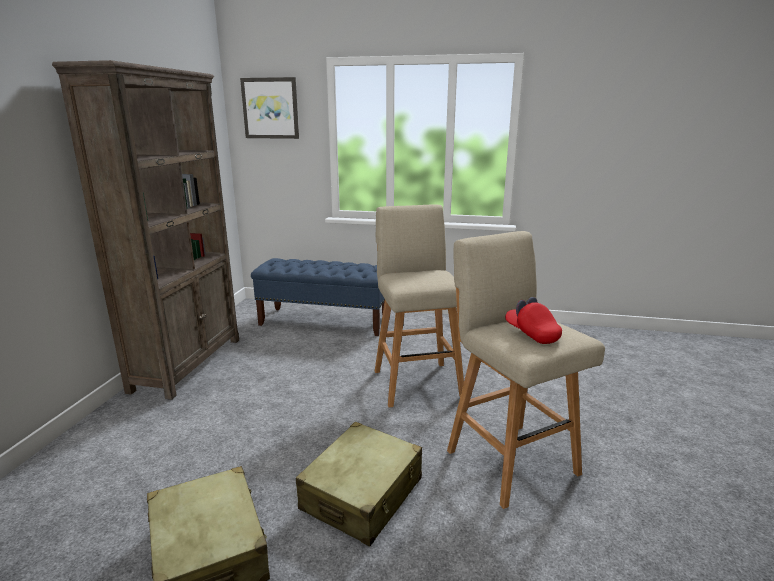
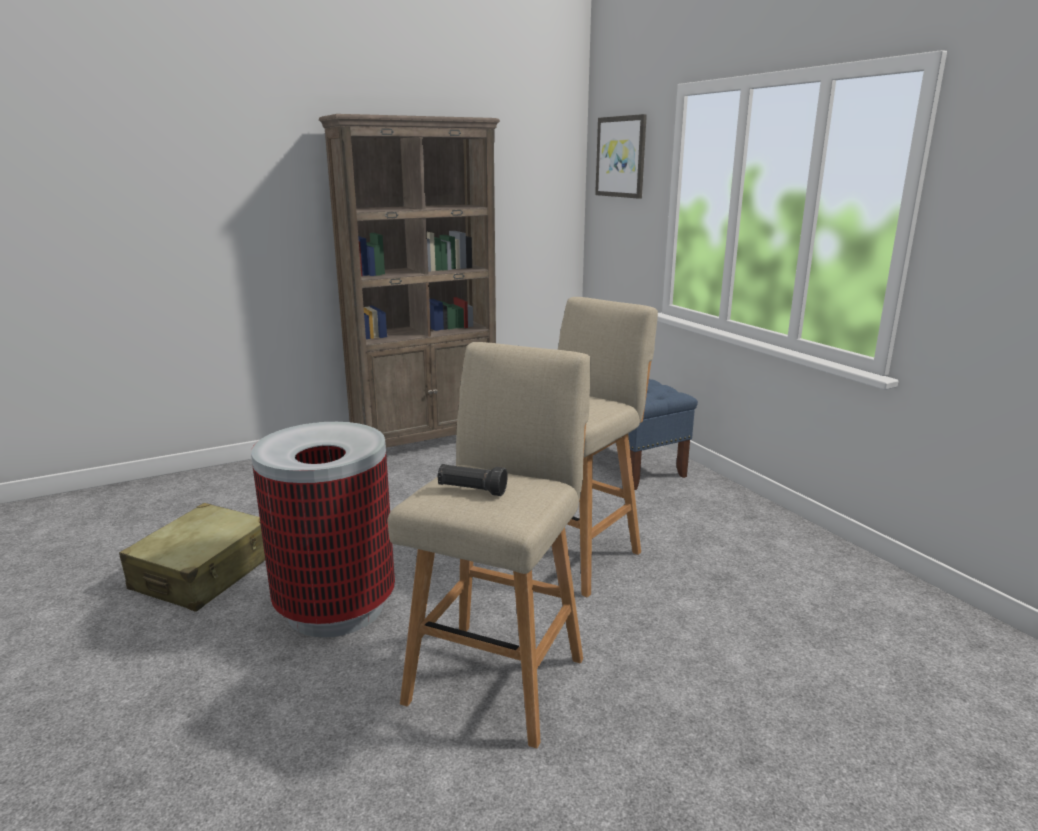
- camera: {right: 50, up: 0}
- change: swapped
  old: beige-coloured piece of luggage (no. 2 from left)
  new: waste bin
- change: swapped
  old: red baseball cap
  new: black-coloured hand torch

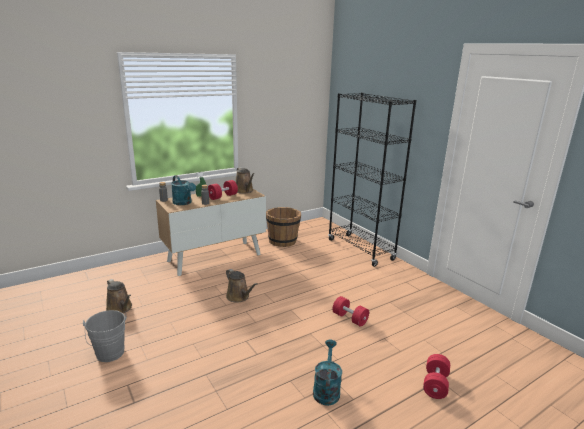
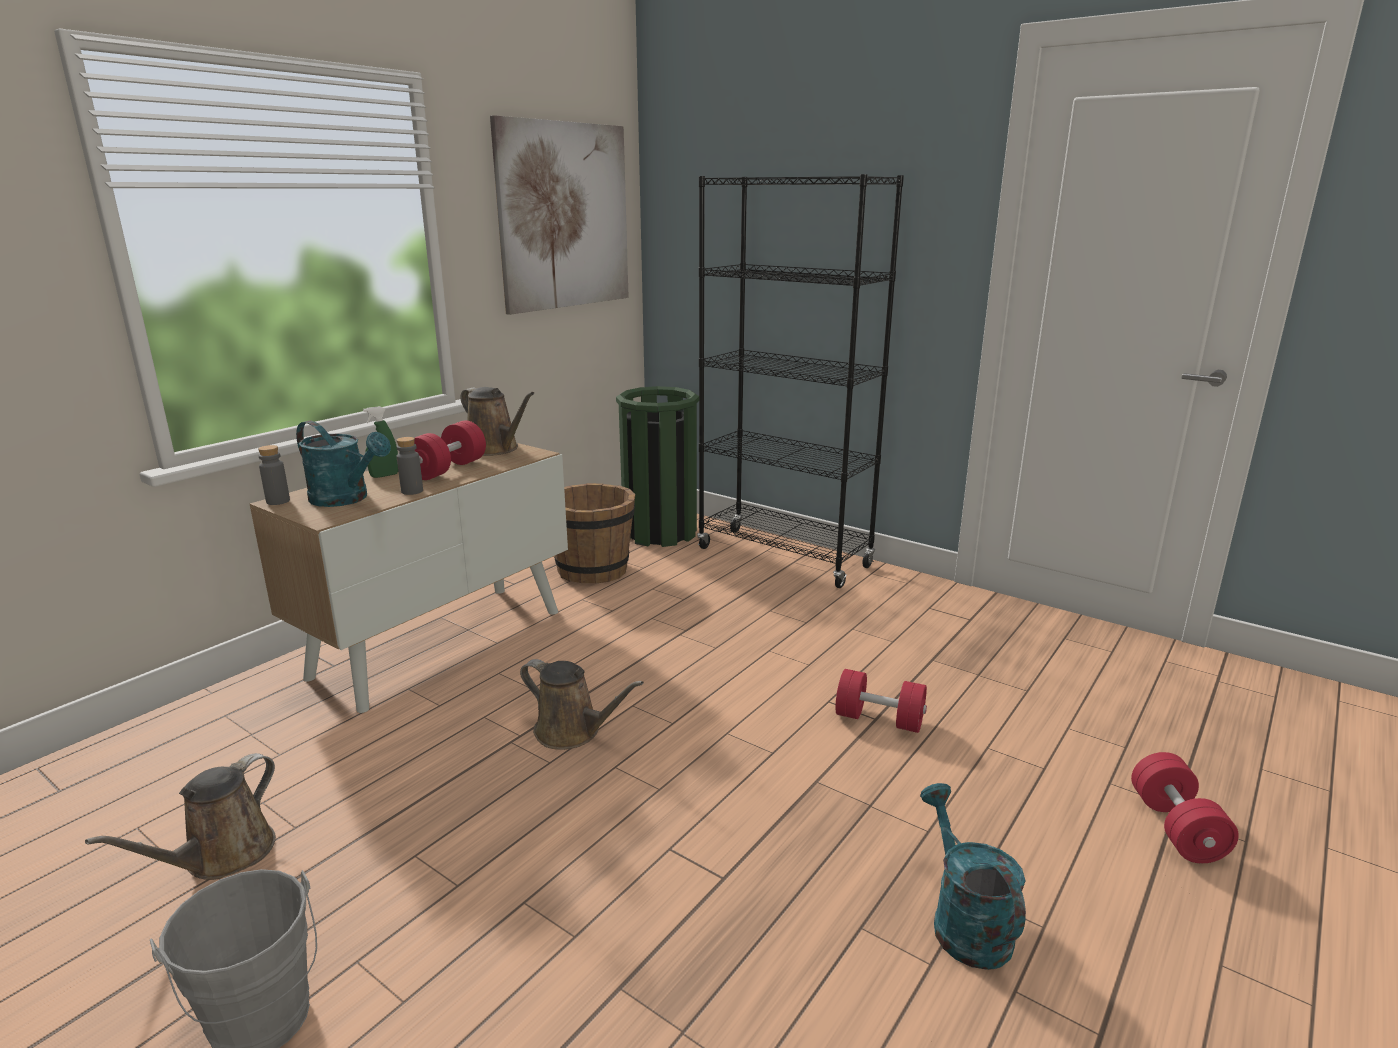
- camera: {right: -20, up: 0}
- change: rotated
  old: brown sprinkling can (no. 1 from left)
  degrees: 90
- change: new
  new: wall picture
- change: new
  new: green-coloured waste bin

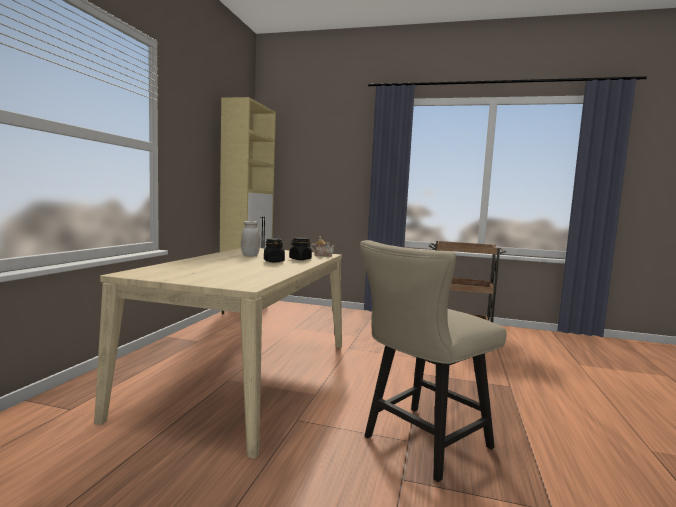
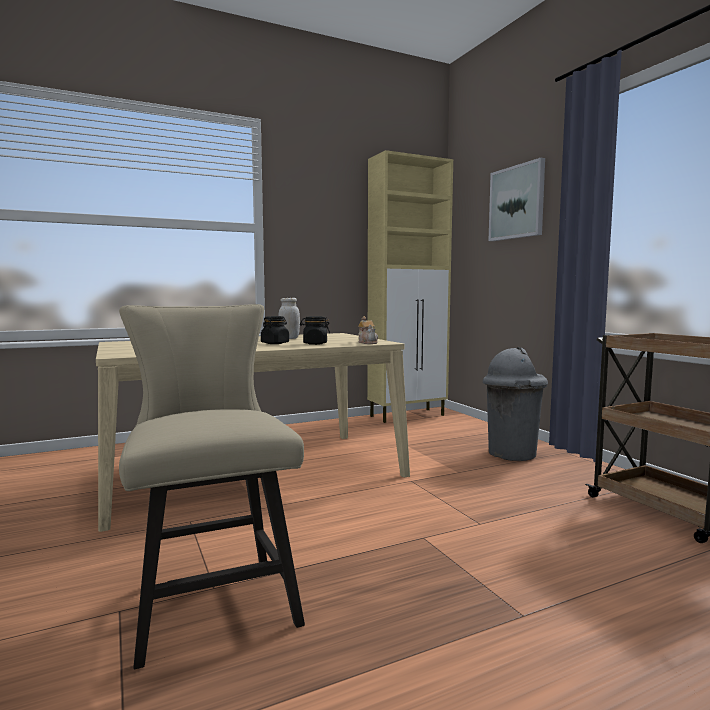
- camera: {right: 50, up: 0}
- change: rotated
  old: beige-coloured upright chair
  degrees: 60
- change: new
  new: gray waste bin
- change: new
  new: wall picture

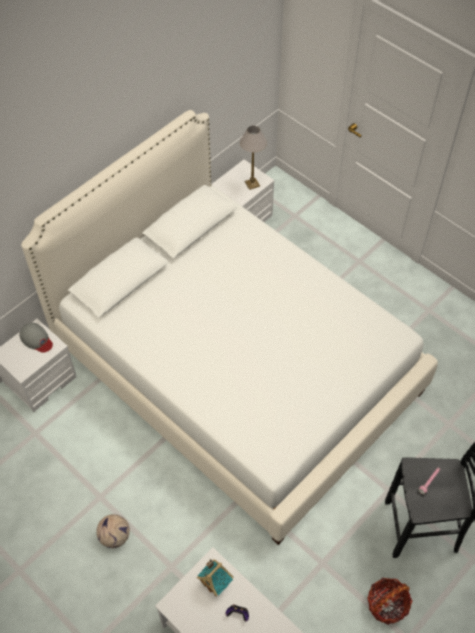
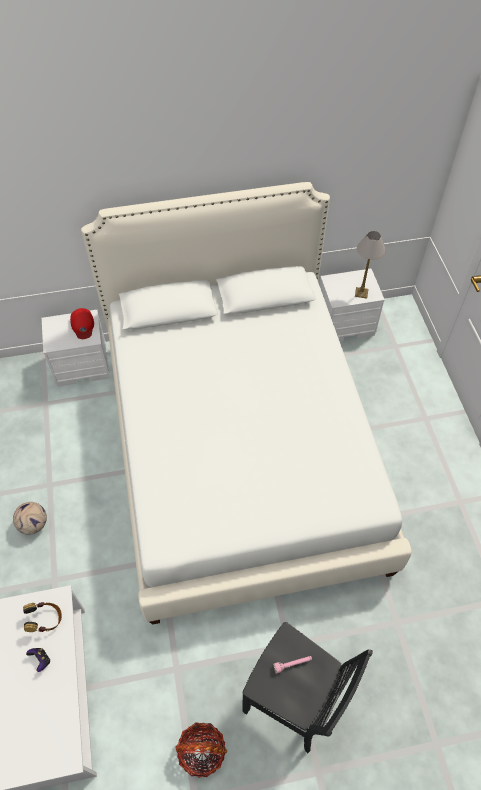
- camera: {right: 35, up: 0}
- change: swapped
  old: toy house
  new: headphones
- change: repainted
  old: gray baseball cap
  new: red baseball cap

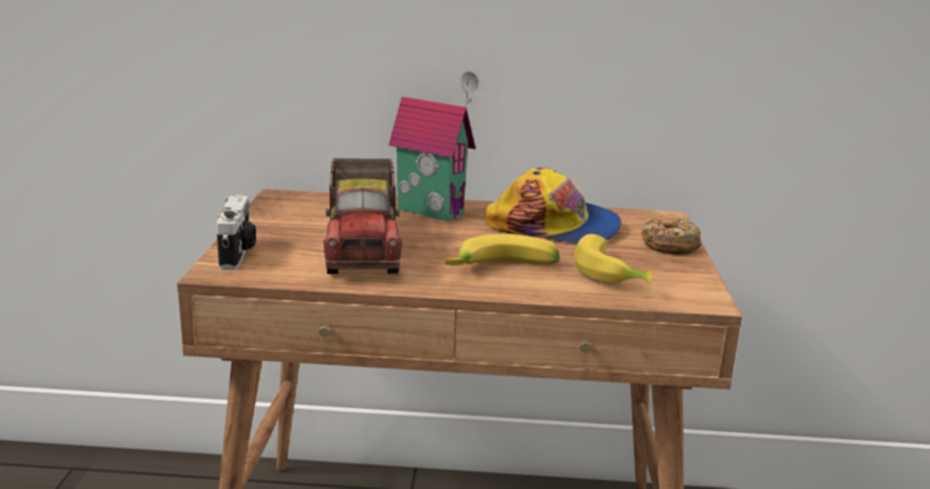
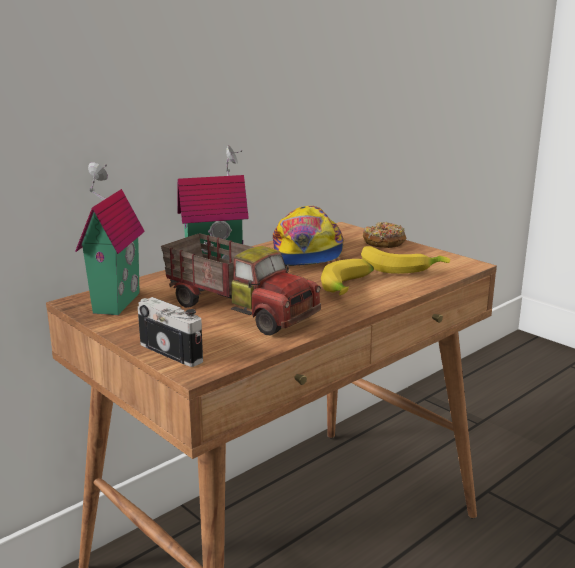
- camera: {right: -45, up: 0}
- change: new
  new: toy house (no. 1 from left)
- change: rotated
  old: baseball cap
  degrees: 120

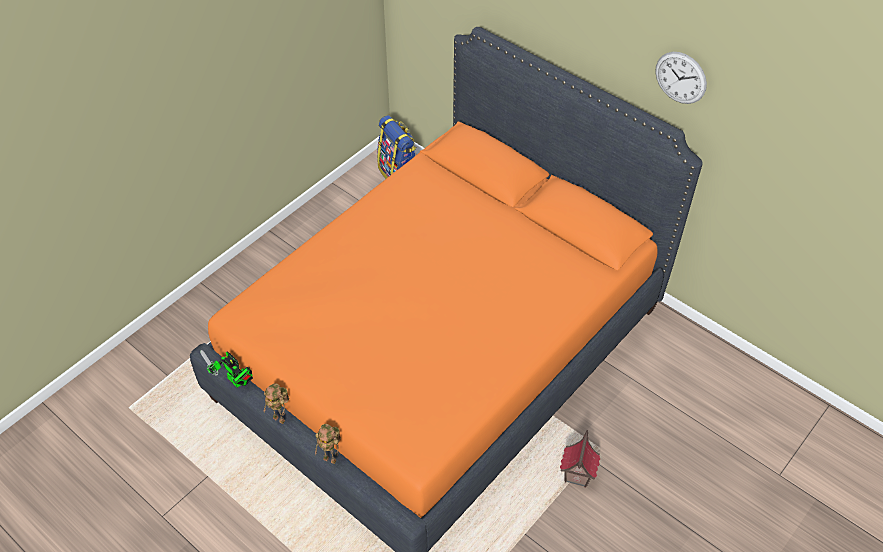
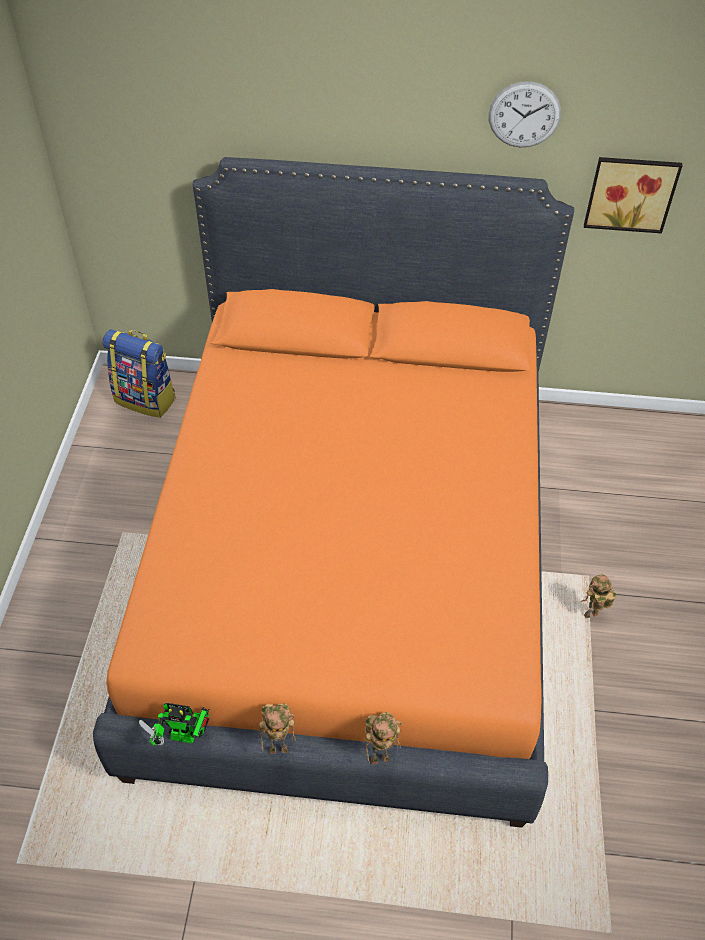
- camera: {right: -35, up: 0}
- change: swapped
  old: toy house
  new: model robot (no. 4 from left)
- change: new
  new: wall picture

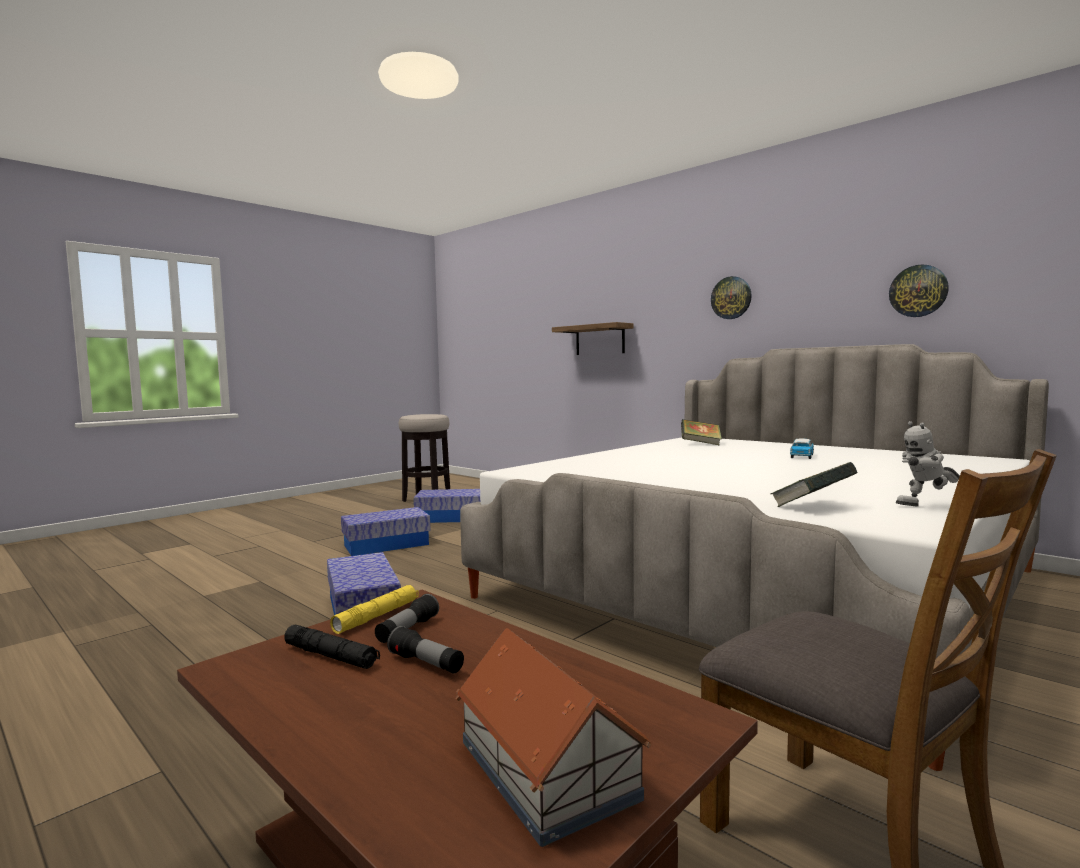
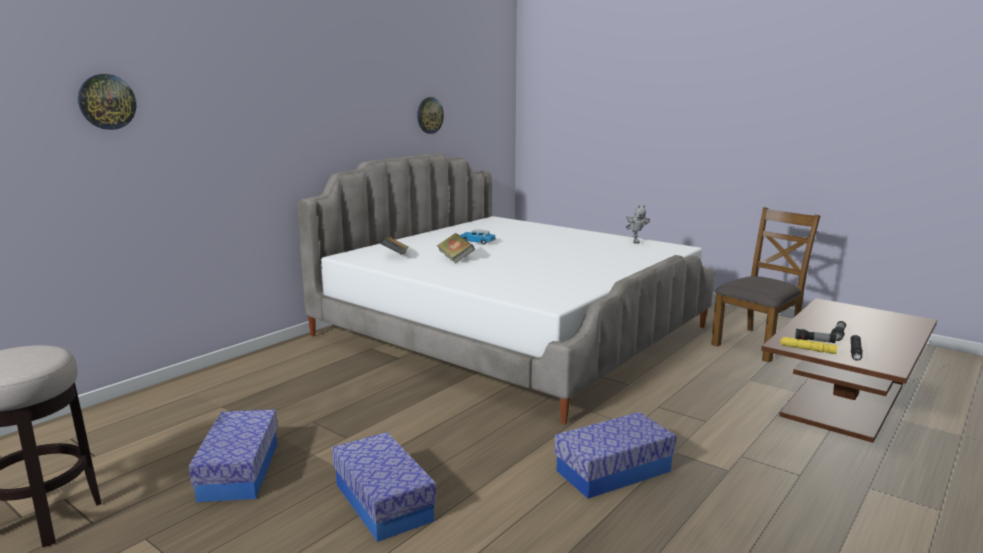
- camera: {right: -95, up: 10}
- change: shifted
  old: clock on the wall (no. 1 from left)
- change: shifted
  old: volume (no. 2 from left)
- change: gone
  old: toy house
- change: gone
  old: shelf

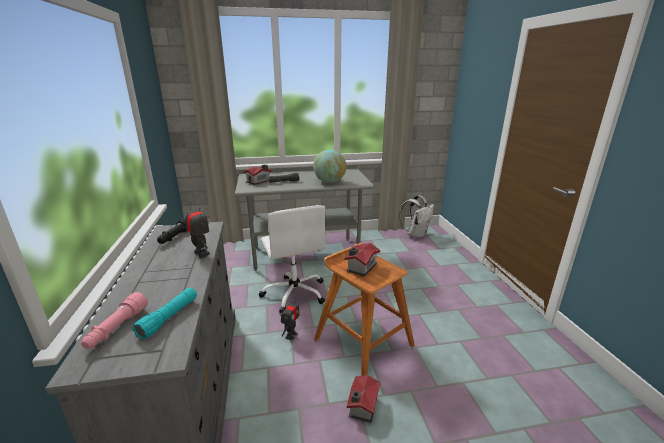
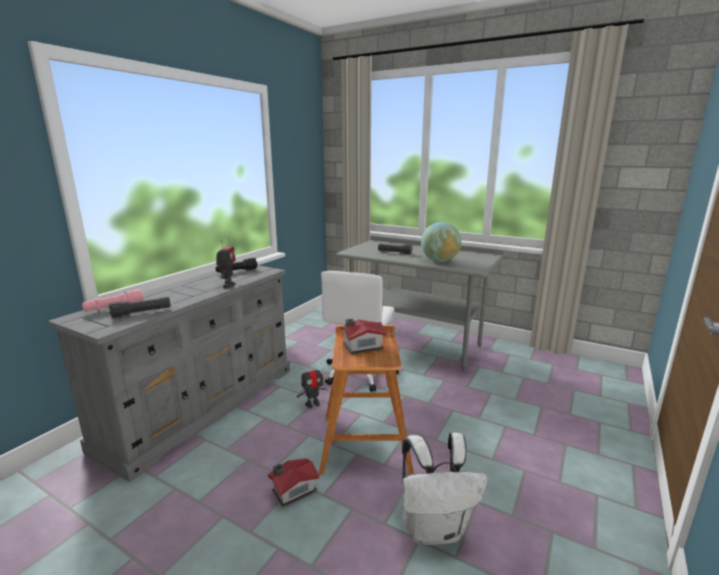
- camera: {right: 40, up: -5}
- change: repainted
  old: turquoise hand torch
  new: black-coloured hand torch (no. 1 from left)
- change: shifted
  old: white rucksack
- change: gone
  old: toy house (no. 1 from left)

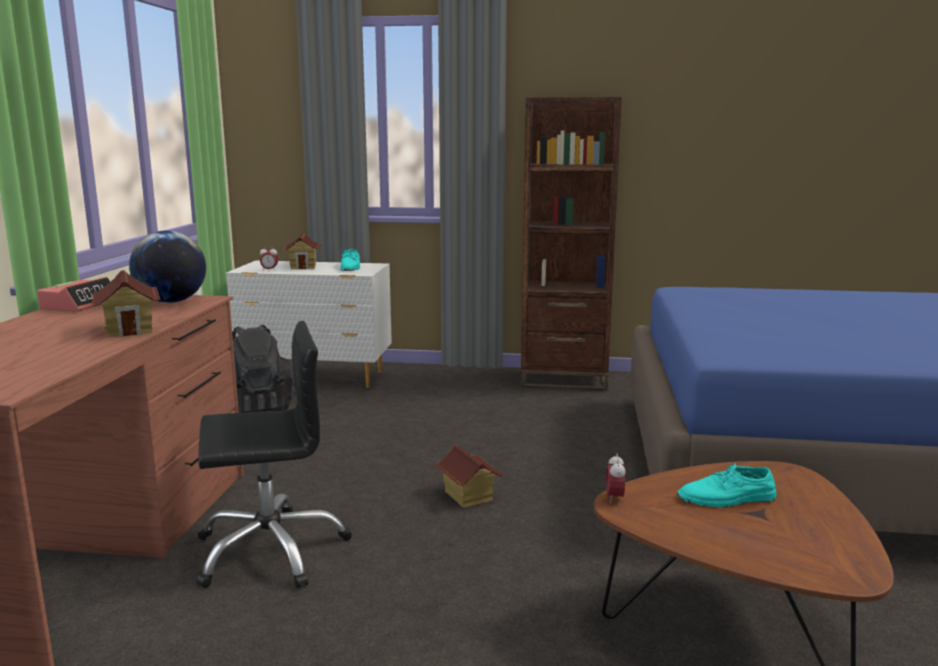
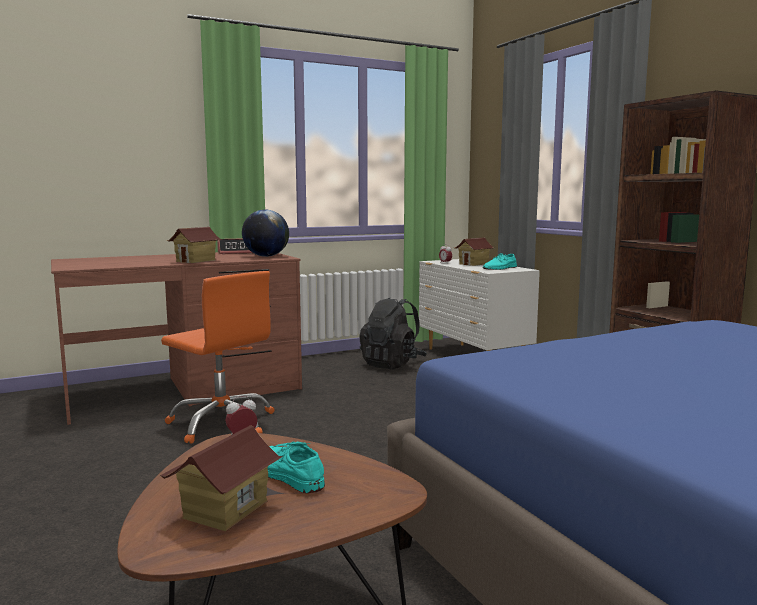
- camera: {right: 55, up: -5}
- change: shifted
  old: toy house (no. 3 from left in the first image)
  new: toy house (no. 2 from left)
- change: repainted
  old: black-coloured office chair
  new: orange-coloured office chair

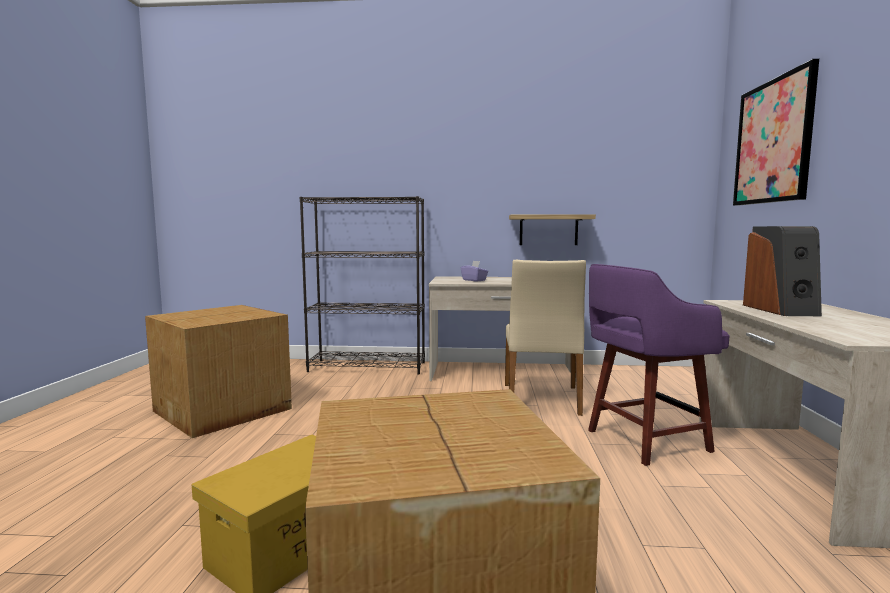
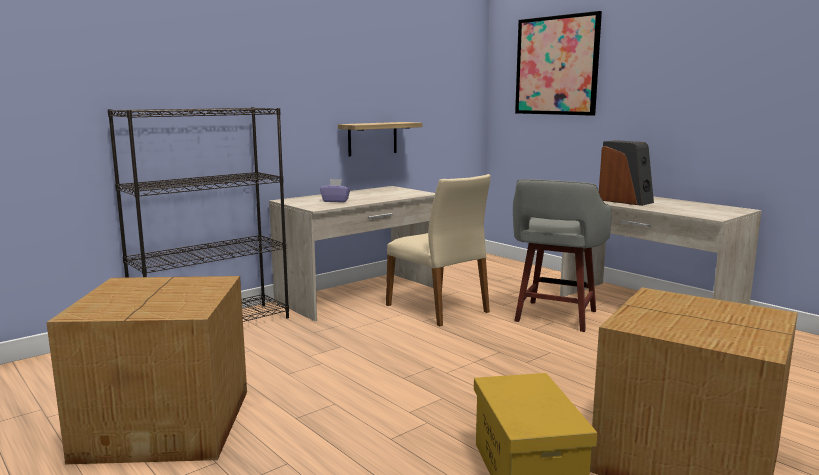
- camera: {right: -45, up: 5}
- change: repainted
  old: purple-coloured stool
  new: gray stool

